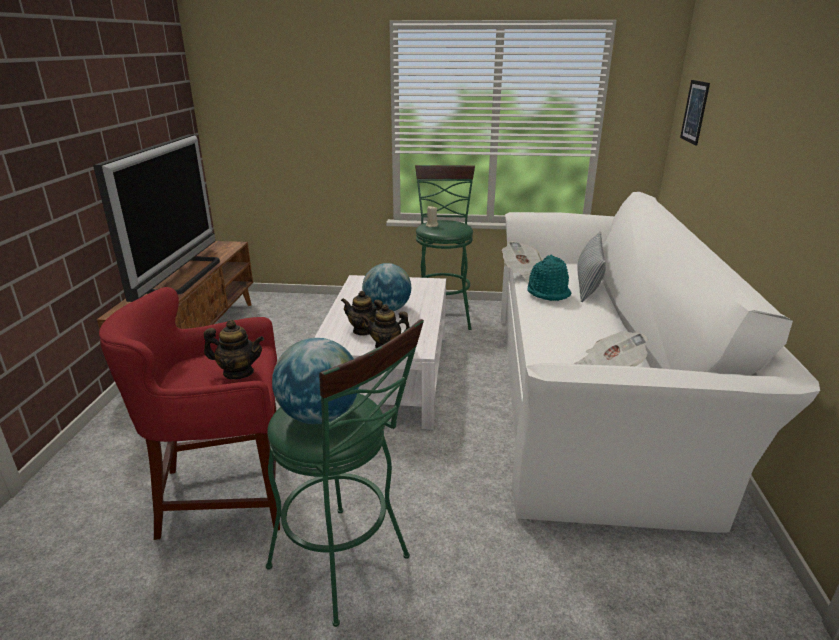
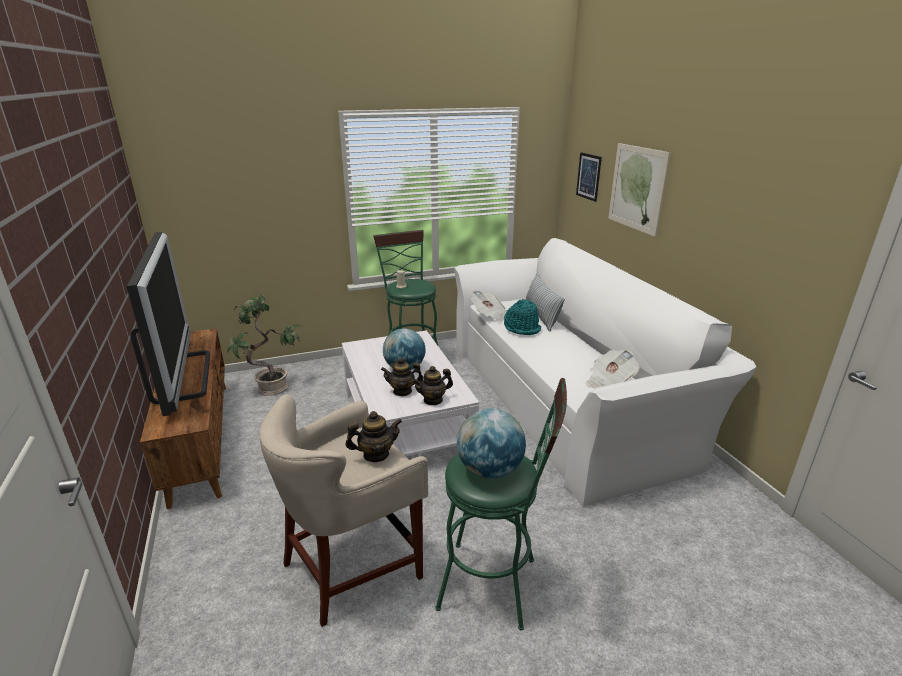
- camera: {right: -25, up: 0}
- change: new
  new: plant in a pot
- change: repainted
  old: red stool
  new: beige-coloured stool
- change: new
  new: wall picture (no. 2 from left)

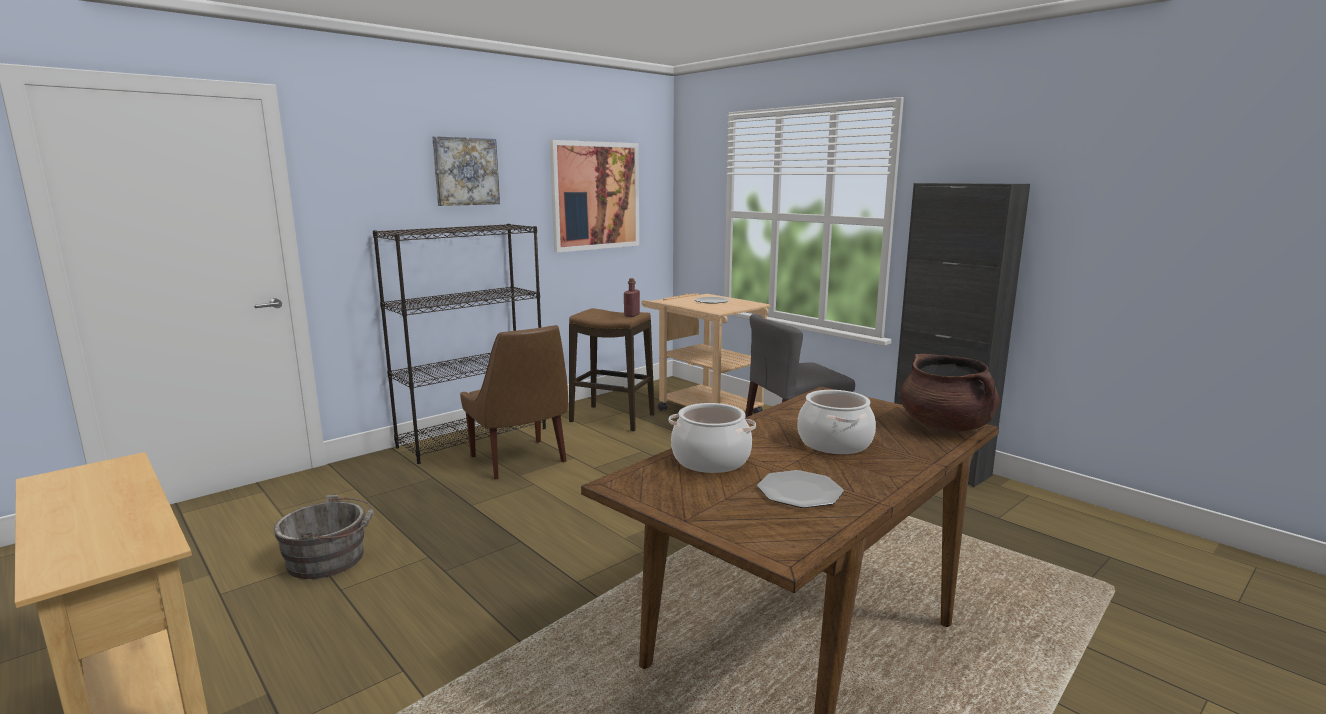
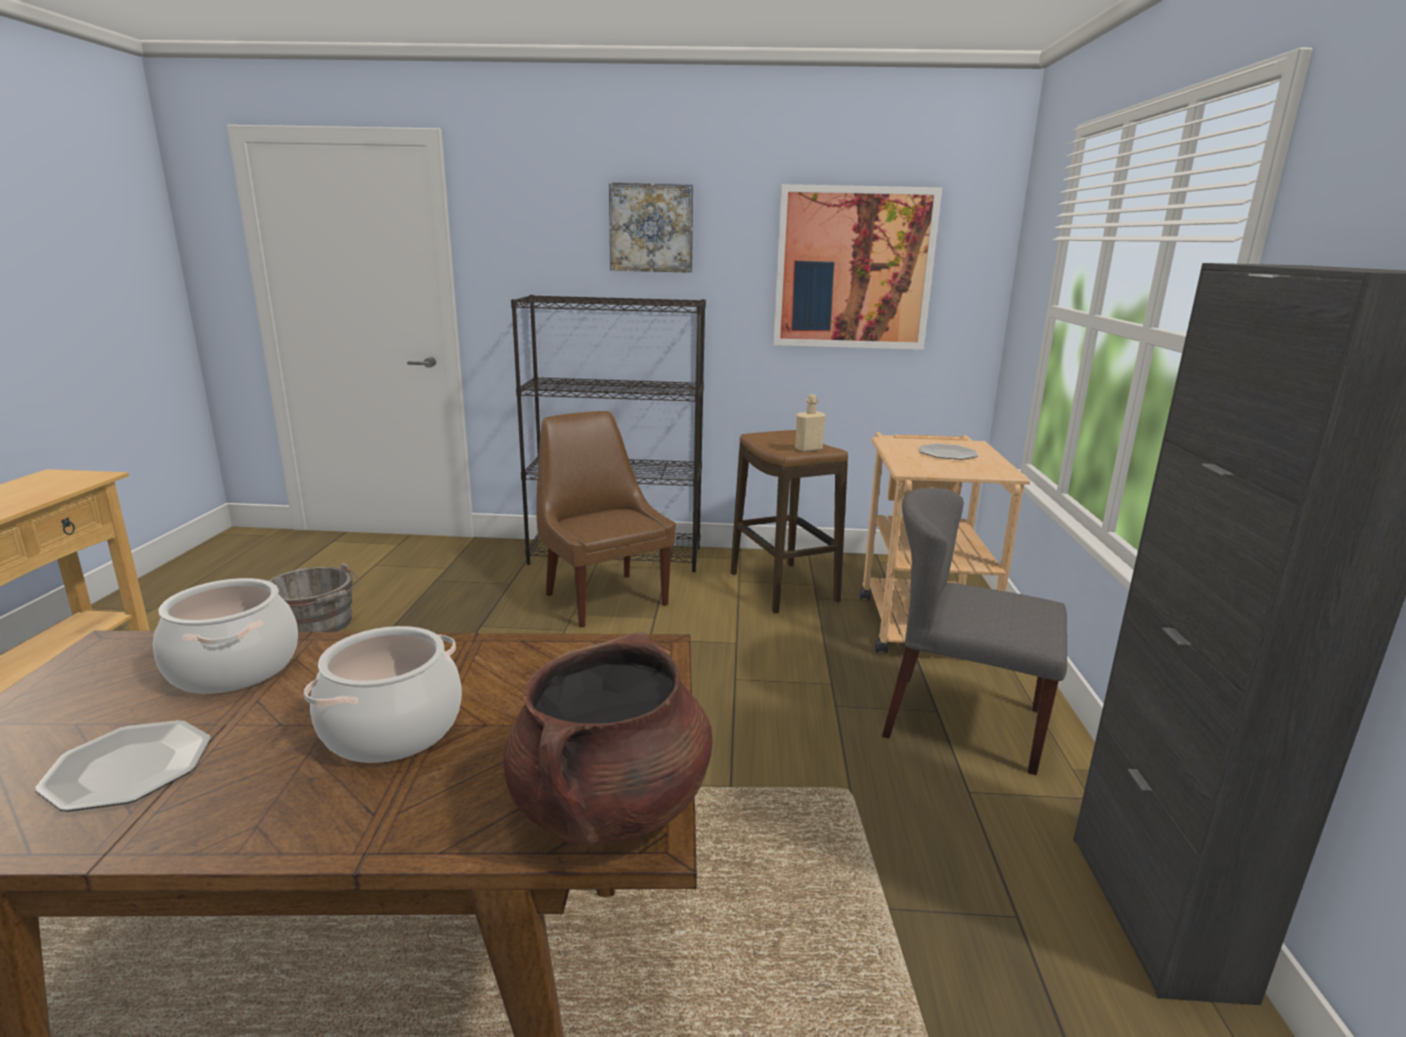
- camera: {right: 45, up: 5}
- change: rotated
  old: brown upright chair
  degrees: 135
- change: repainted
  old: red bottle
  new: beige-coloured bottle

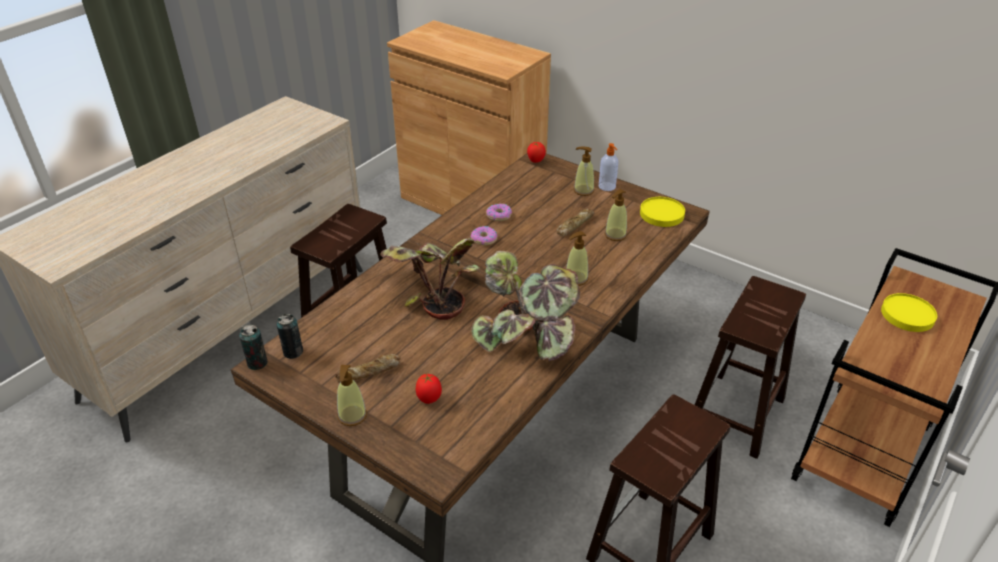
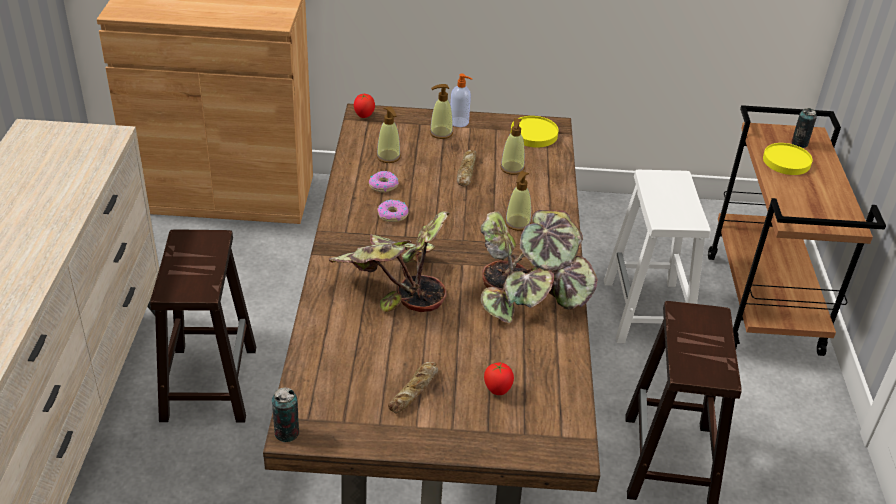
- camera: {right: -35, up: 0}
- change: shifted
  old: soap bottle (no. 1 from left)
- change: repainted
  old: brown stool (no. 3 from left)
  new: white stool
- change: shifted
  old: sealed can (no. 2 from left)

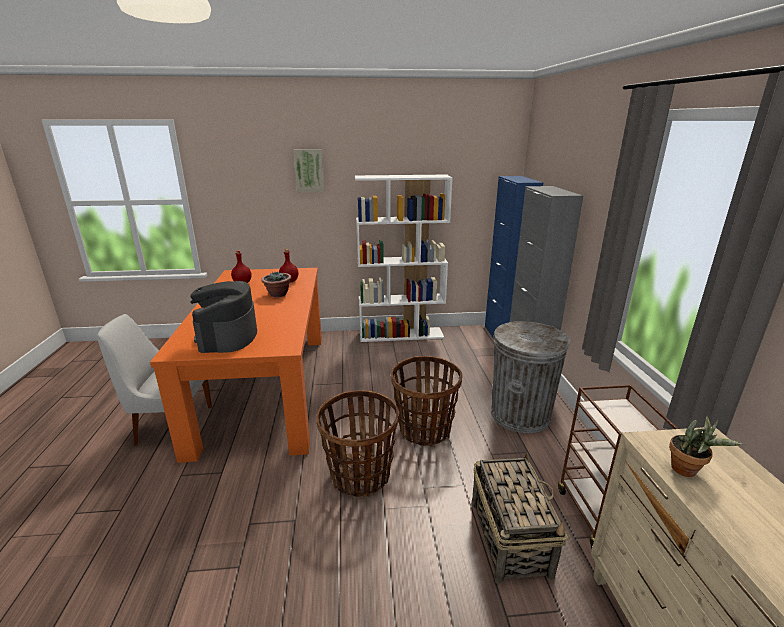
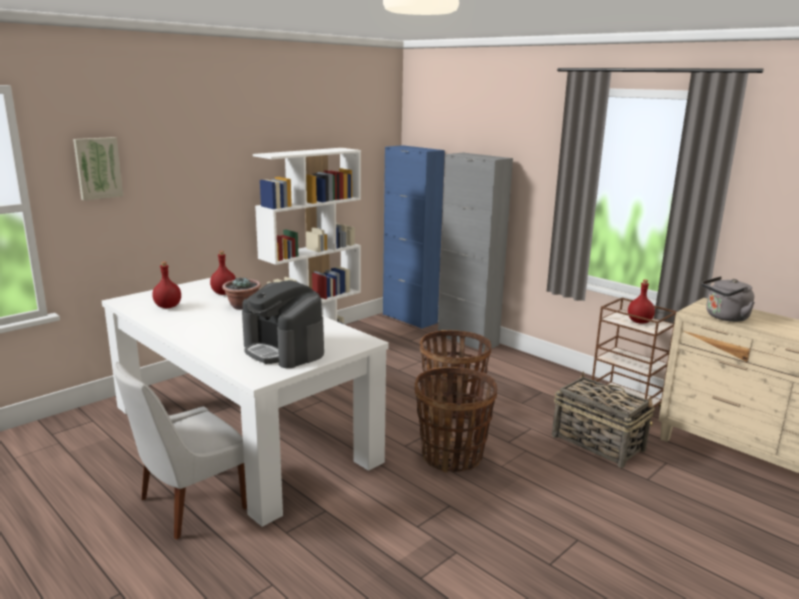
- camera: {right: -40, up: -5}
- change: shifted
  old: wall picture
- change: repainted
  old: orange-coloured kitchen table
  new: white kitchen table
- change: new
  new: red bottle (no. 3 from left)
- change: swapped
  old: plant in a pot (no. 2 from left)
  new: gray kettle
- change: gone
  old: gray waste bin

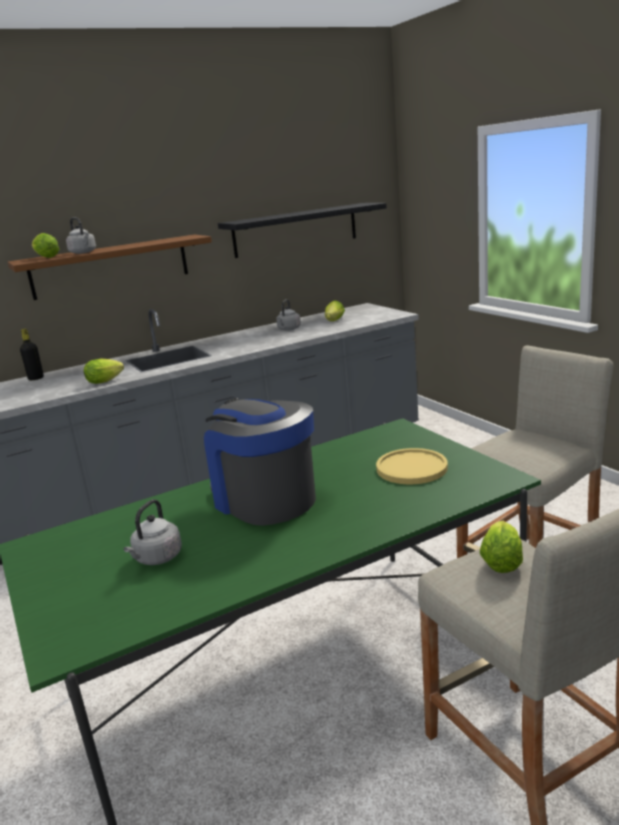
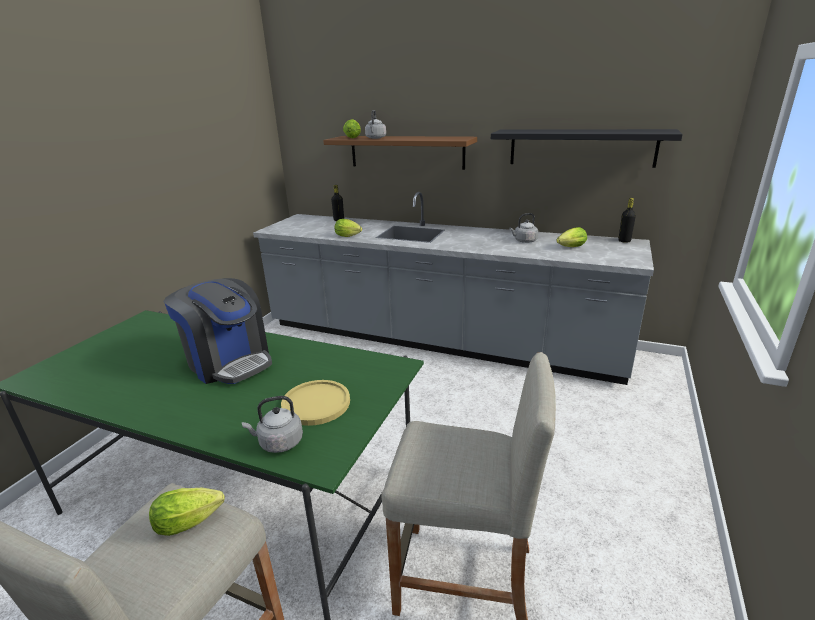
- camera: {right: 50, up: 5}
- change: rotated
  old: coffee machine
  degrees: 120
- change: shifted
  old: gray kettle (no. 2 from left in the first image)
  new: gray kettle (no. 1 from left)
- change: new
  new: black-coloured bottle (no. 2 from left)

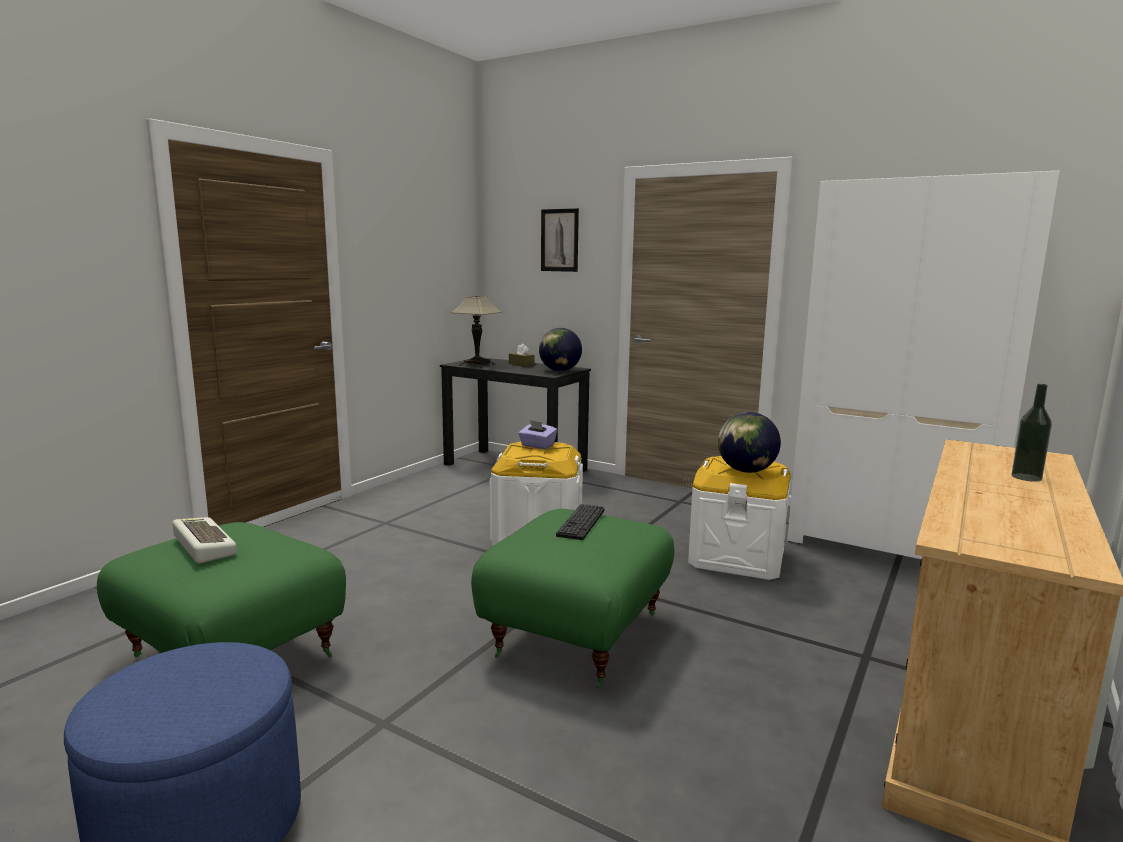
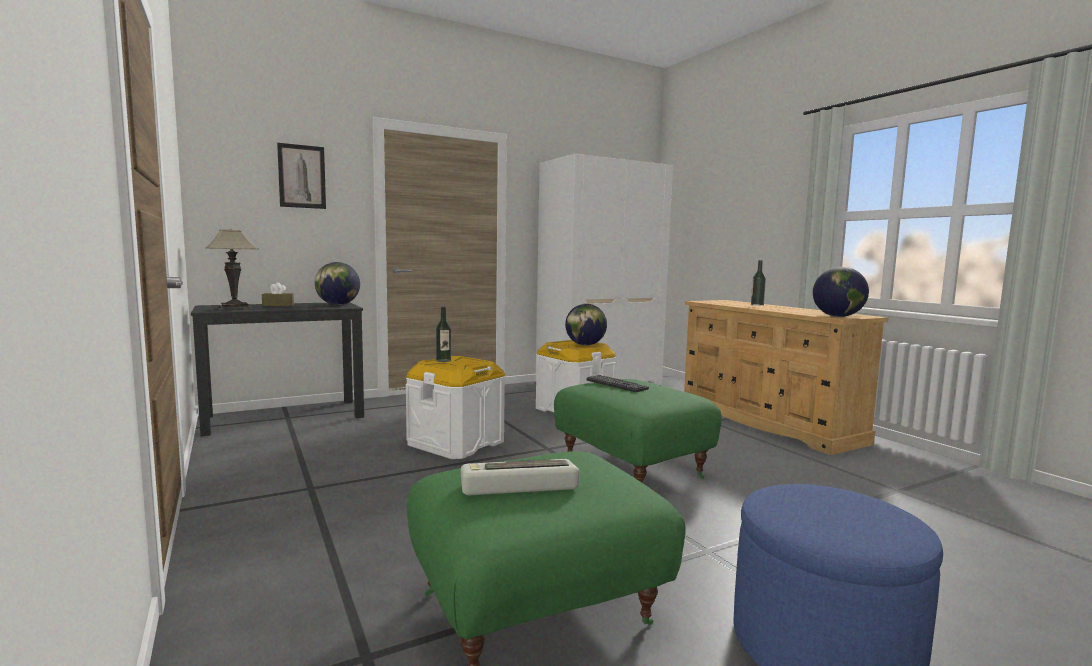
- camera: {right: -60, up: -5}
- change: swapped
  old: purple-coloured box of tissues
  new: bottle (no. 1 from left)
- change: new
  new: desk globe (no. 3 from left)

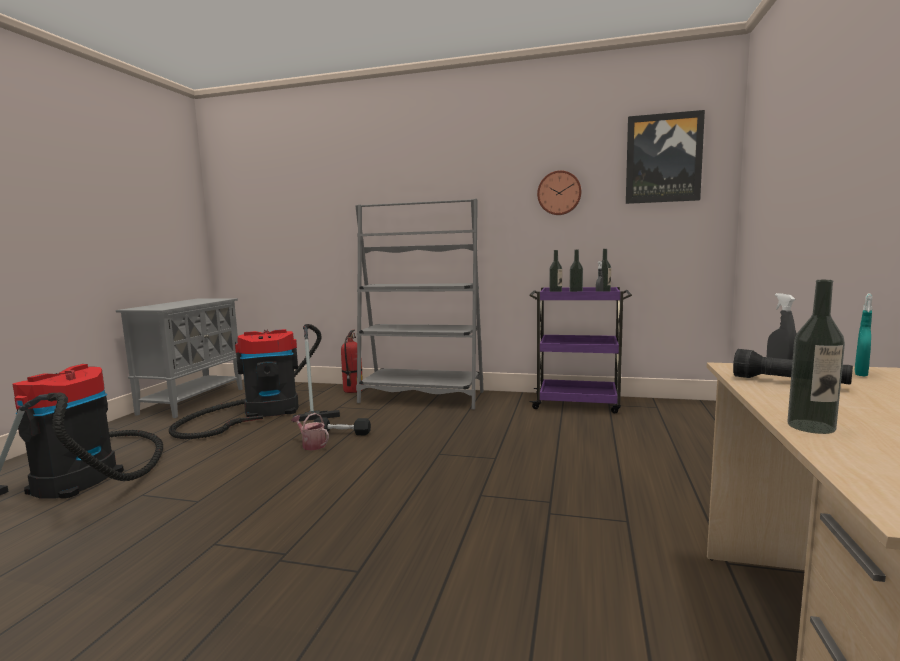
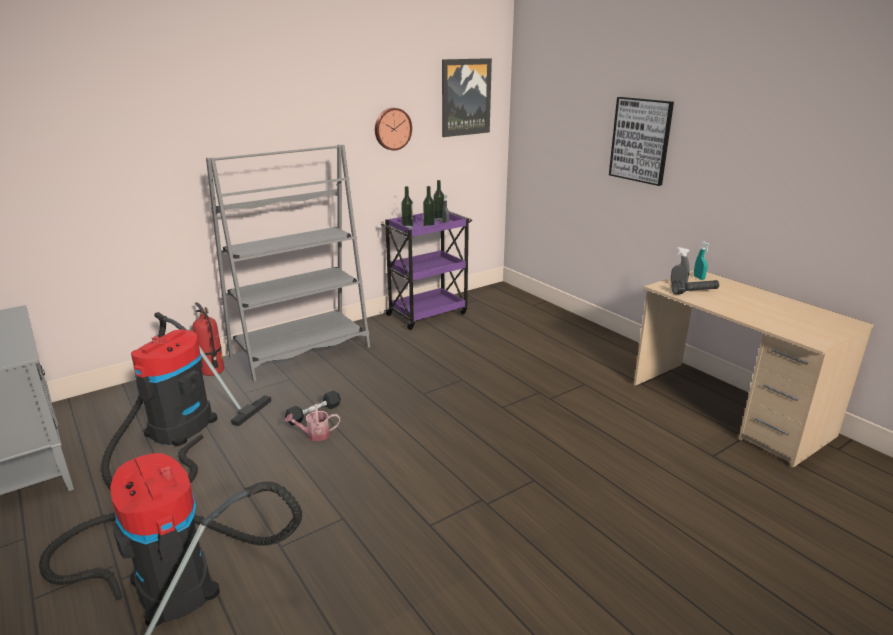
- camera: {right: -50, up: 15}
- change: new
  new: wall picture (no. 2 from left)
- change: gone
  old: bottle (no. 4 from left)

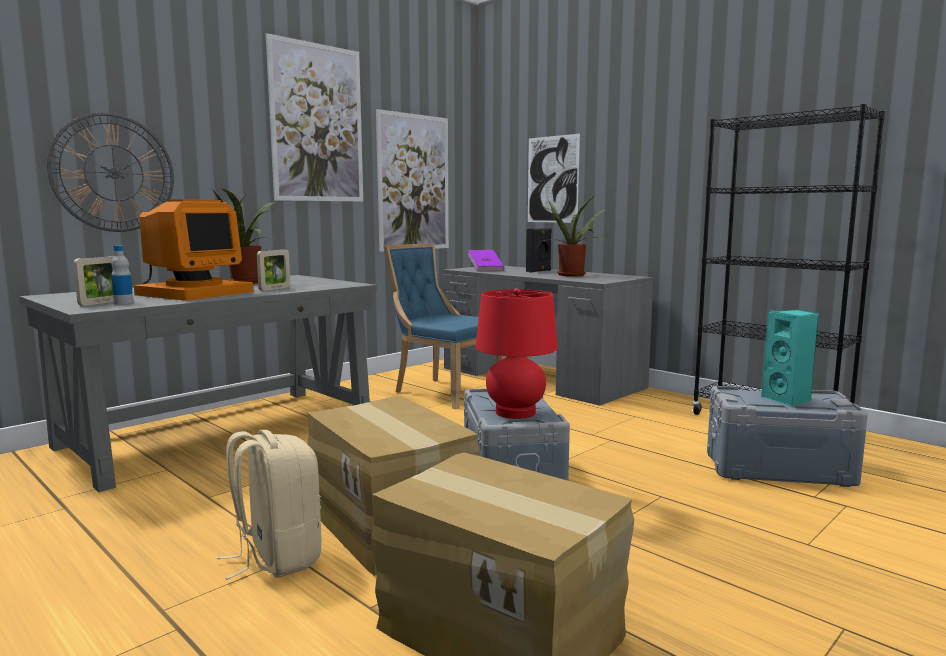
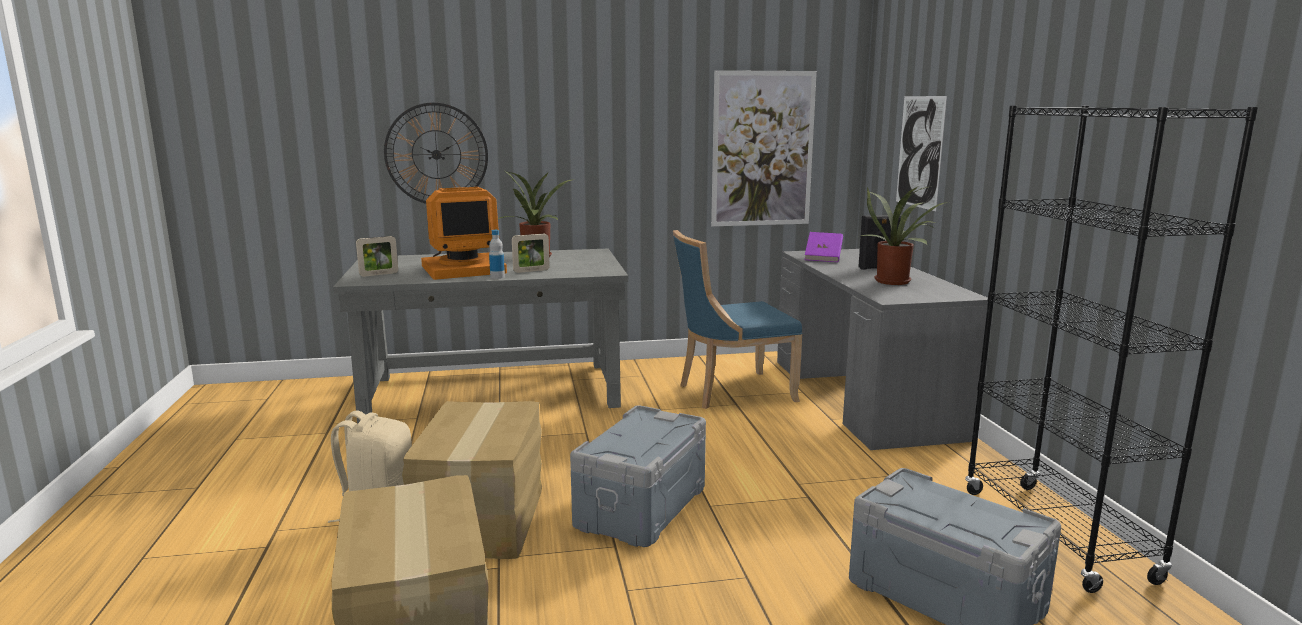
- camera: {right: 35, up: 5}
- change: shifted
  old: bottle
- change: rotated
  old: bluish upright chair
  degrees: -90
- change: gone
  old: wall picture (no. 1 from left)
- change: gone
  old: red lamp for a table
- change: gone
  old: turquoise loudspeaker

